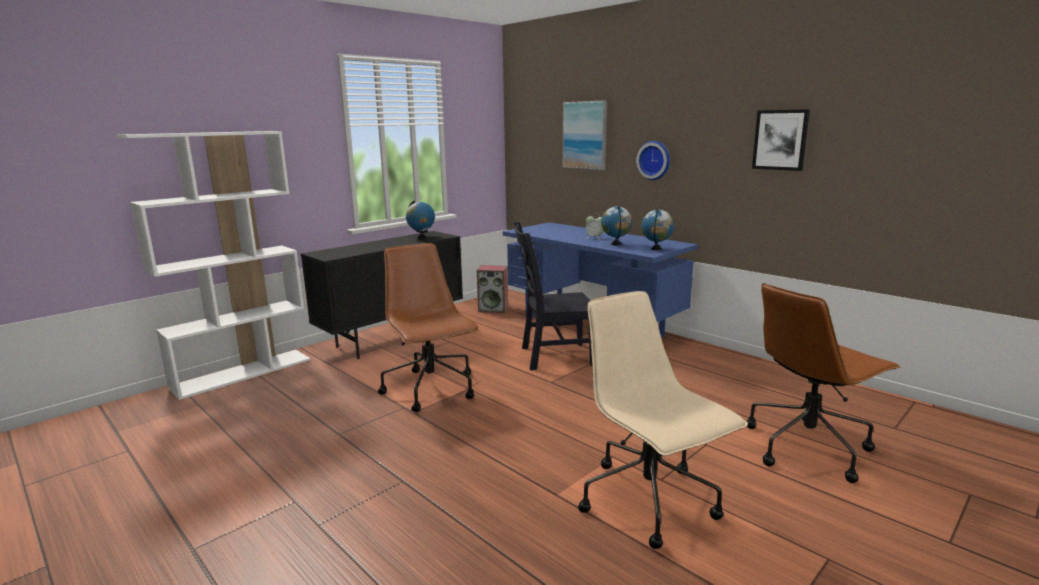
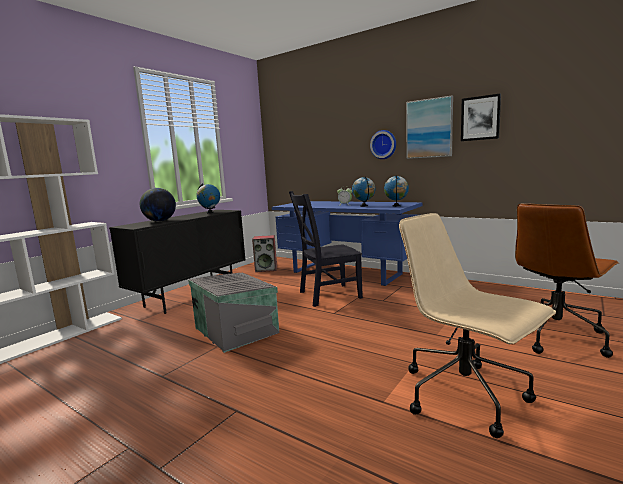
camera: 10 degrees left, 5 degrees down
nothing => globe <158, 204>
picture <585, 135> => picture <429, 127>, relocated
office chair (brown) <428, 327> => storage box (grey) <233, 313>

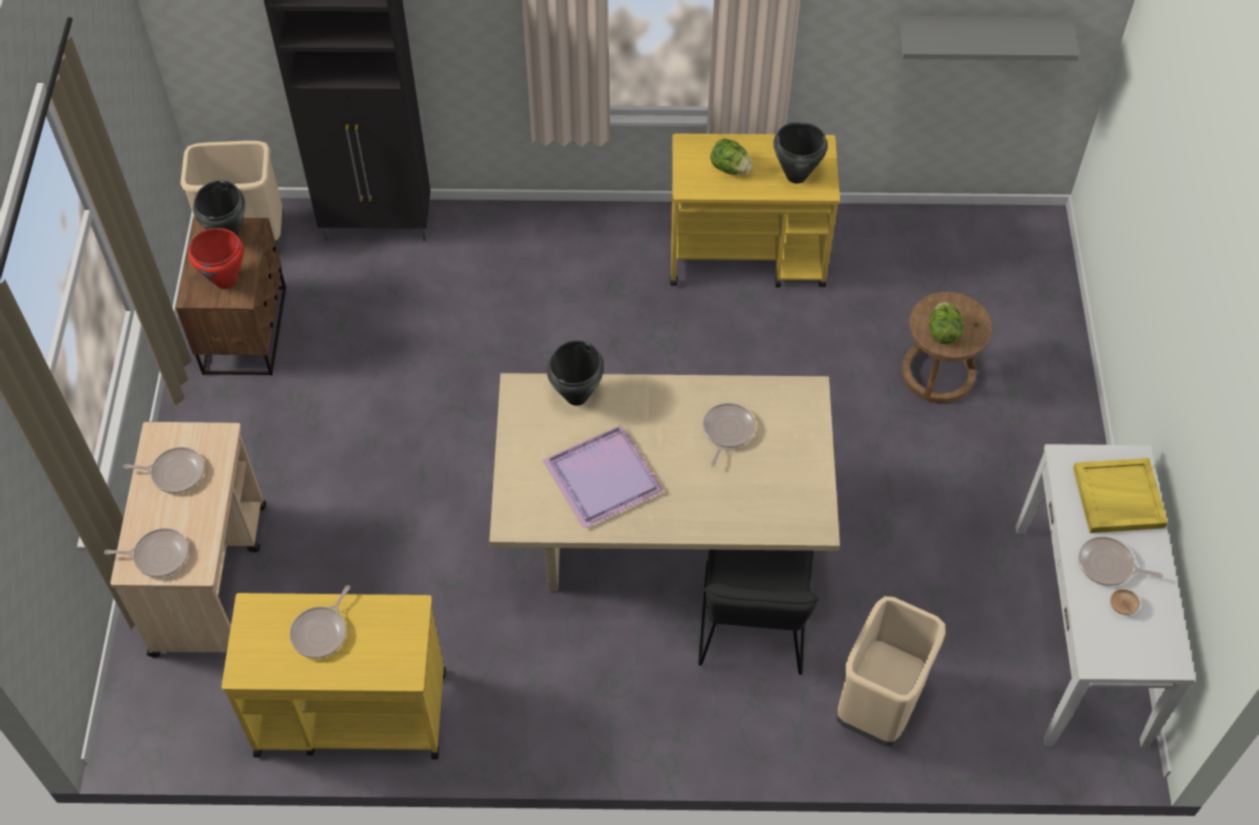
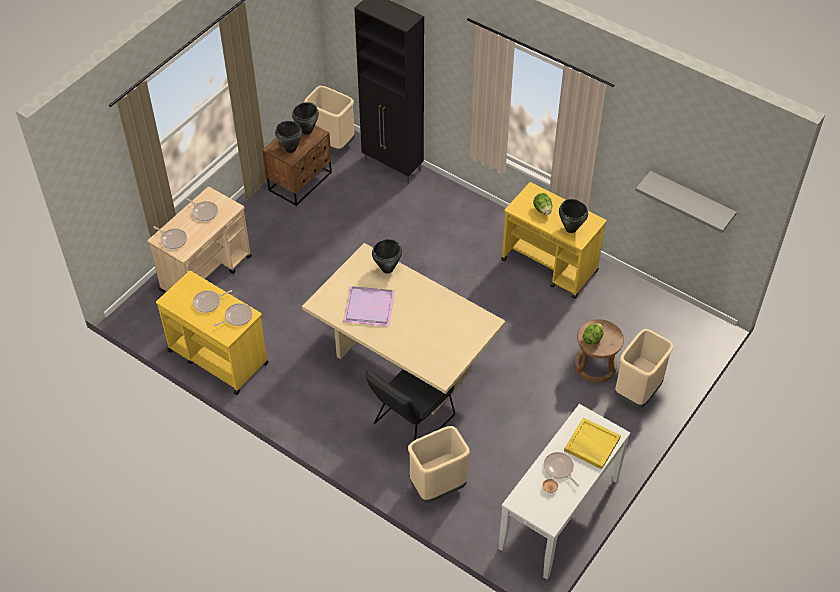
camera: 35 degrees right, 5 degrees down
nothing => trash can (beige) <644, 368>
frying pan <729, 434> => frying pan <233, 315>, relocated
cooking pot (red) <216, 258> => cooking pot (black) <288, 137>

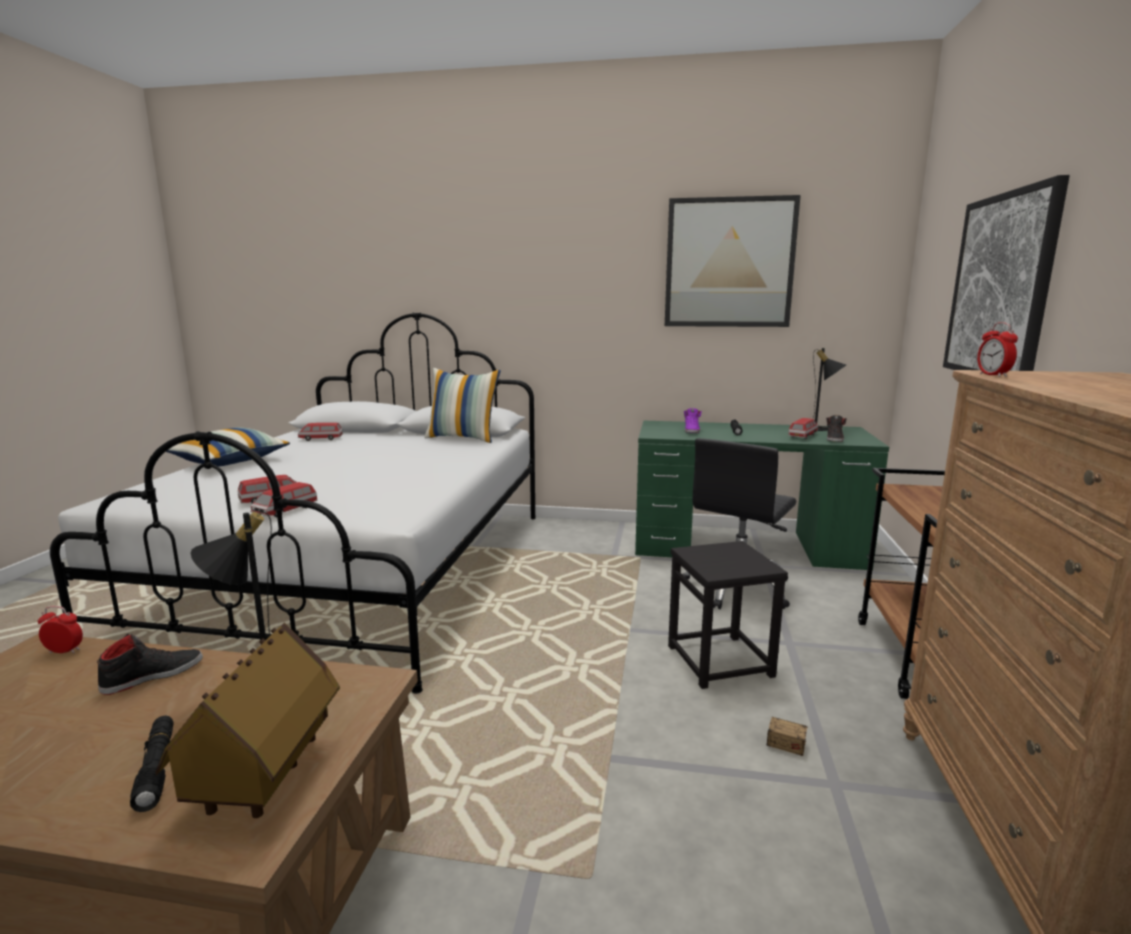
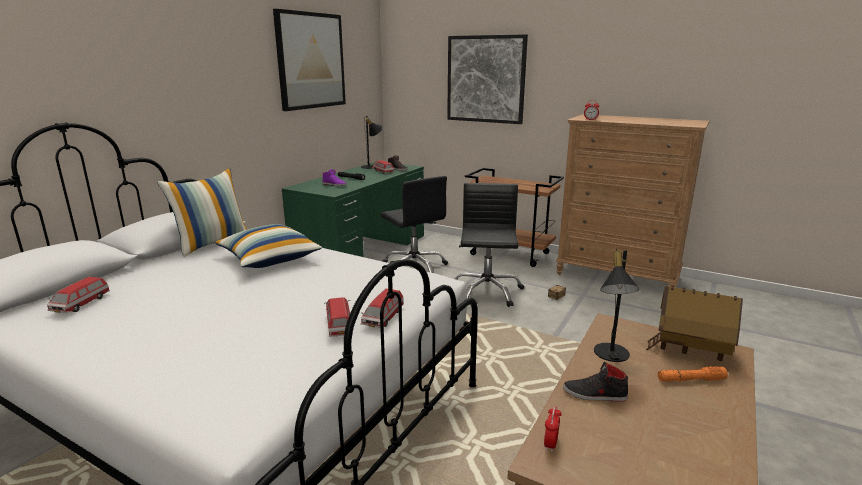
camera: 70 degrees left, 5 degrees up
pillow <228, 447> => pillow <268, 246>, relocated
stool (black) <728, 615> => office chair (black) <489, 245>
flashlight (black) <152, 763> => flashlight (orange) <693, 374>
shoe (black) <150, 664> => shoe (black) <595, 382>, 60 degrees counterclockwise
toy car <284, 499> => toy car <382, 308>, 60 degrees clockwise

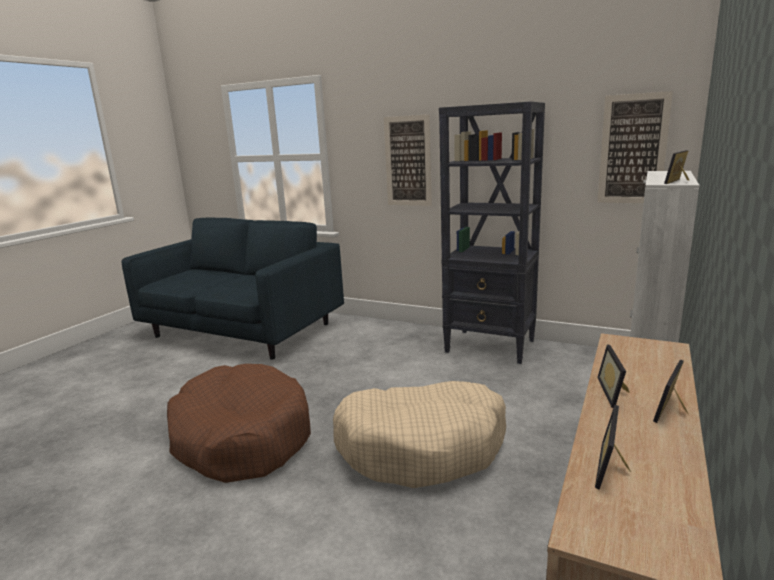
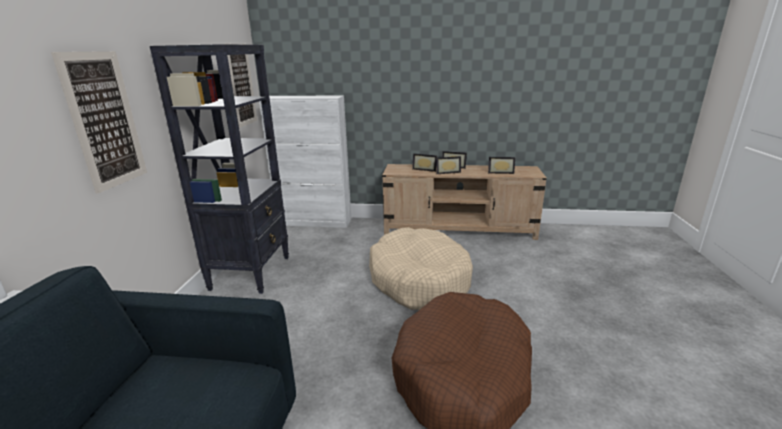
camera: 110 degrees left, 5 degrees up
picture frame <677, 167> => picture frame <424, 163>, relocated

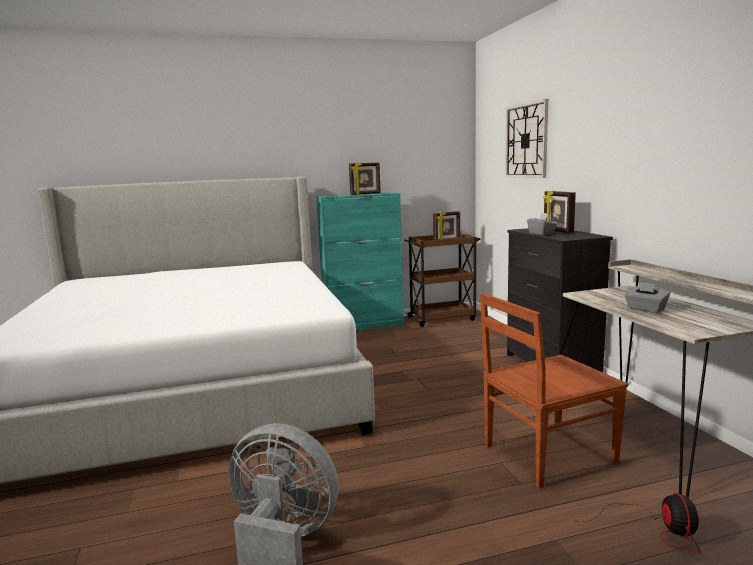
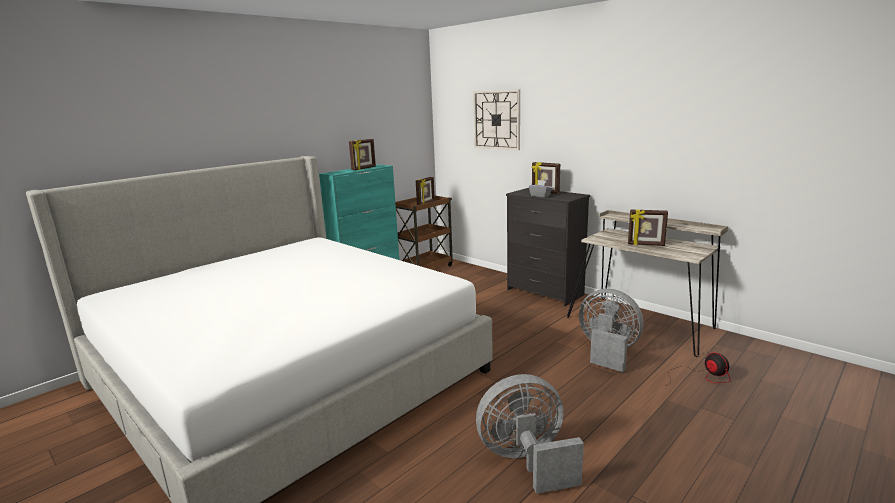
camera: 30 degrees left, 5 degrees up
chair (brown) <554, 390> => fan (grey) <611, 330>
tissue box (grey) <647, 297> => picture frame <648, 227>

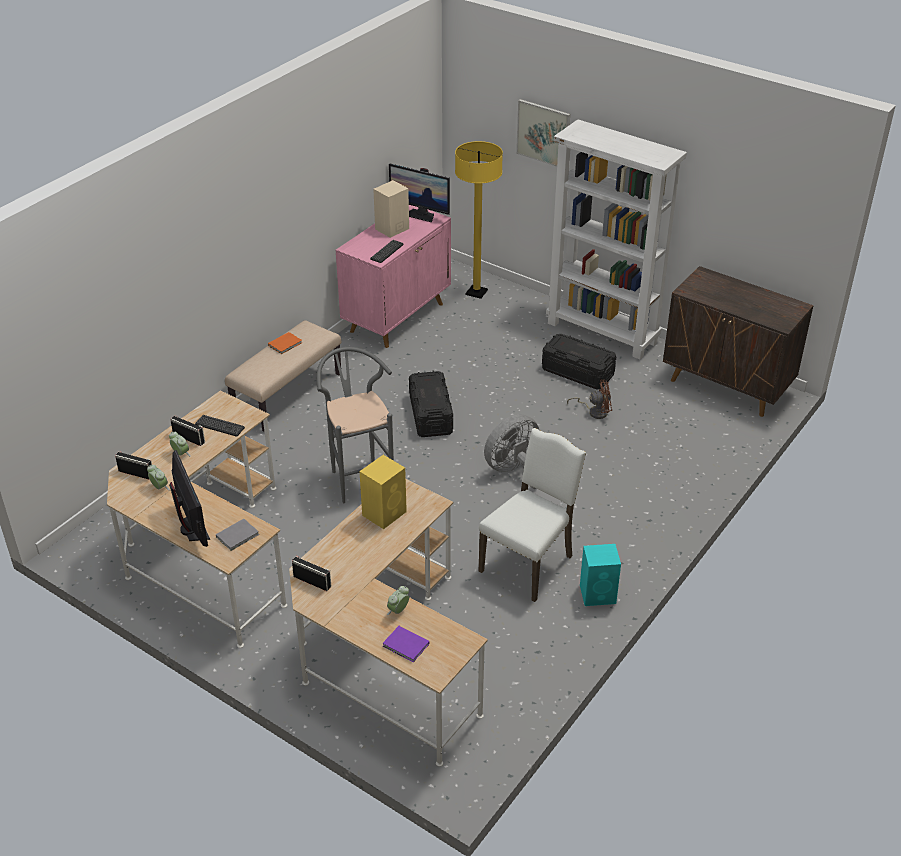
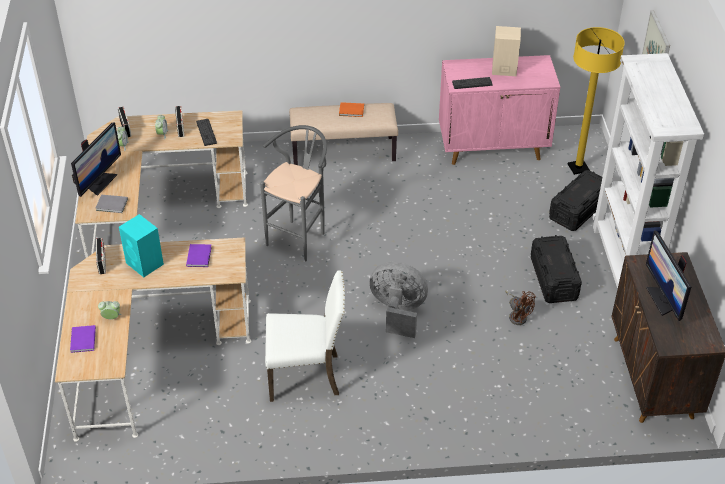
camera: 50 degrees right, 5 degrees up
monitor <419, 193> => monitor <668, 275>, relocated
storage box (black) <431, 404> => storage box (black) <575, 200>, relocated
speaker (turquoise) <600, 575> => speaker (turquoise) <141, 245>, relocated
speaker (yellow) <383, 492> => book (purple) <199, 255>

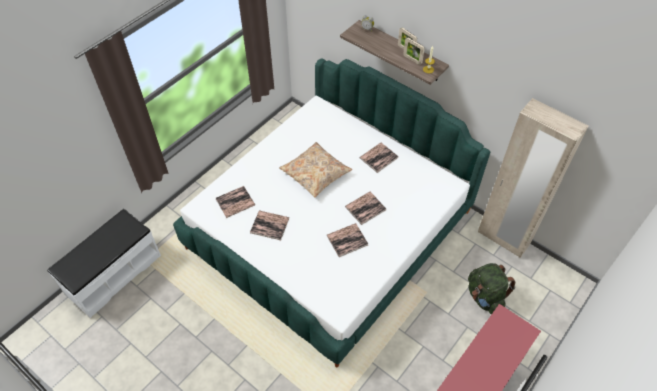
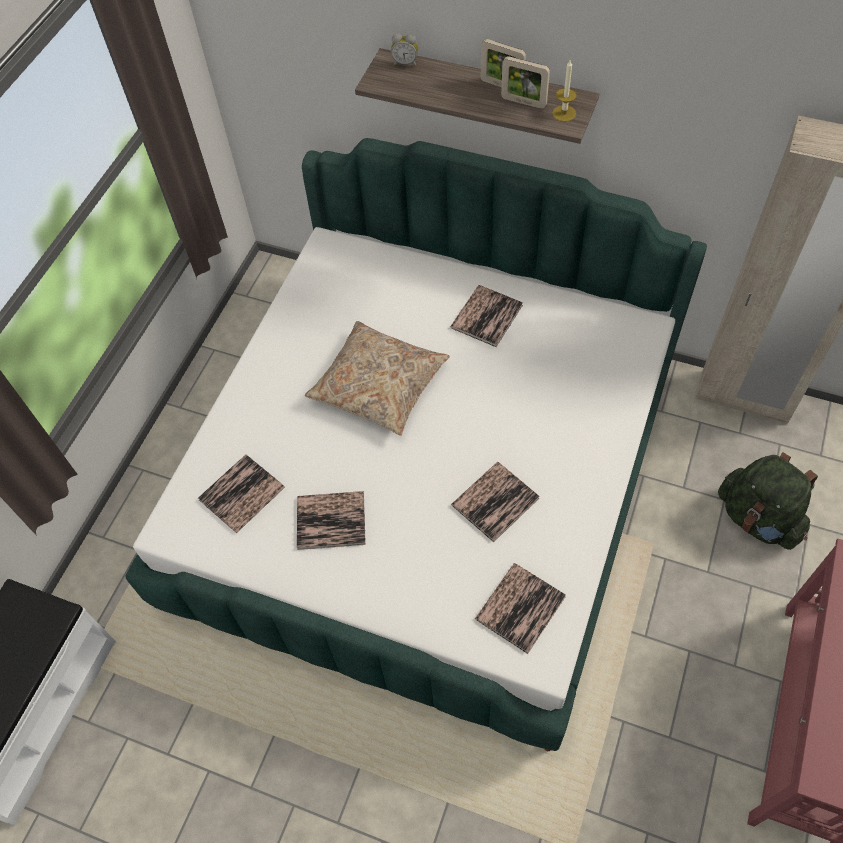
camera: 15 degrees left, 5 degrees up
book <365, 208> => book <520, 608>, relocated

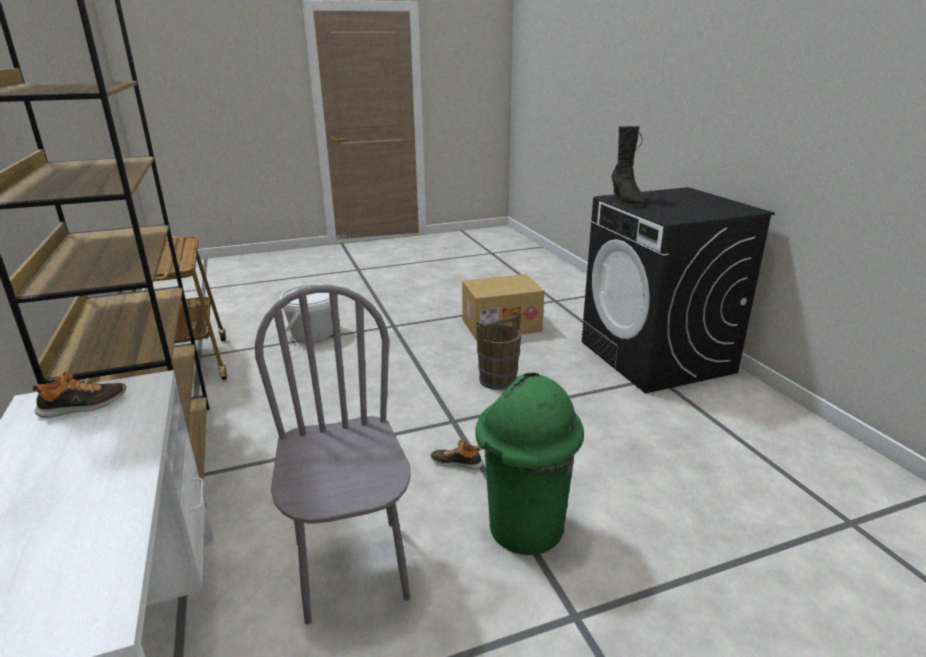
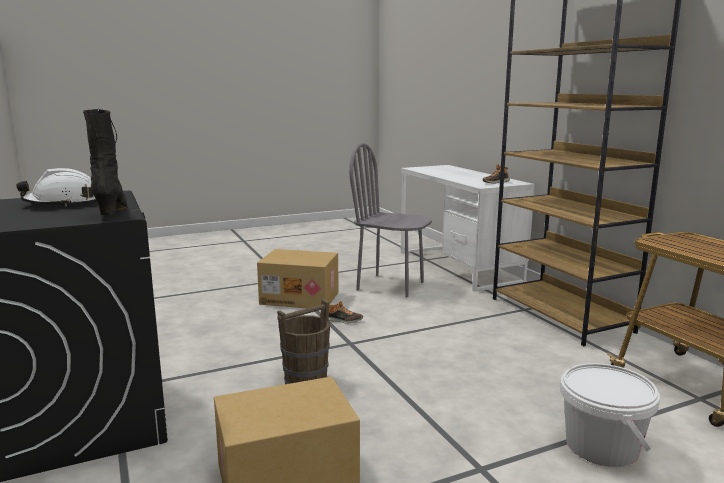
camera: 175 degrees right, 10 degrees down
nothing => hard hat (white) <57, 187>
trash can (green) <529, 464> => cardboard box <298, 278>
chair (grey) <333, 455> => chair (grey) <390, 220>, 135 degrees clockwise

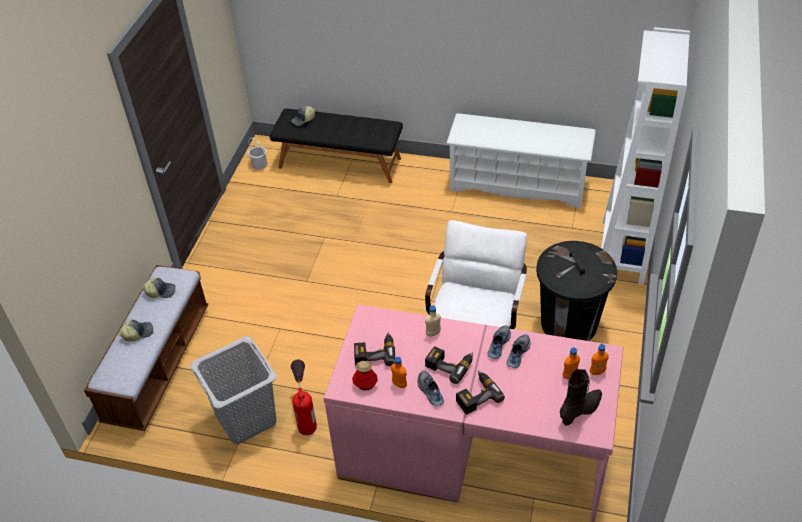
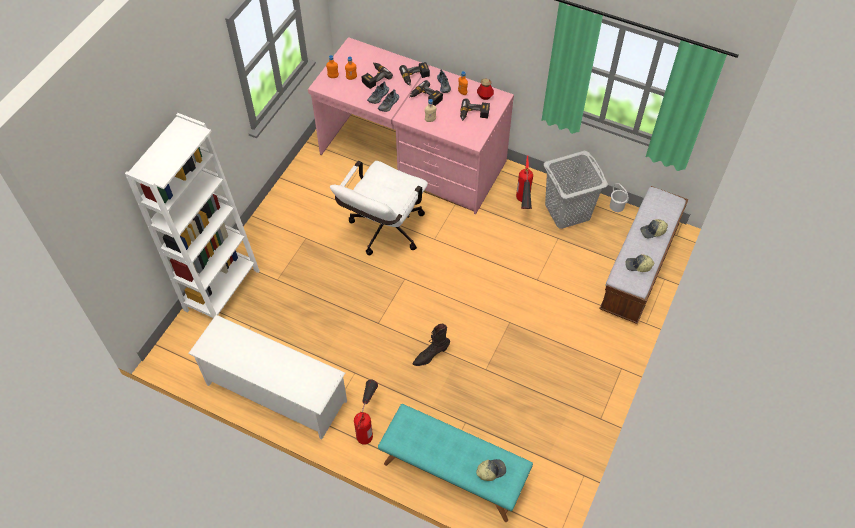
camera: 170 degrees left, 10 degrees up
trash can (black) <576, 291> => nothing
nothing => fire extinguisher <366, 412>
nothing => power drill <377, 75>
bucket (white) <257, 154> => bucket (white) <619, 197>, relocated
boot (black) <581, 397> => boot (black) <431, 345>, relocated
bench (black) <336, 145> => bench (turquoise) <455, 463>

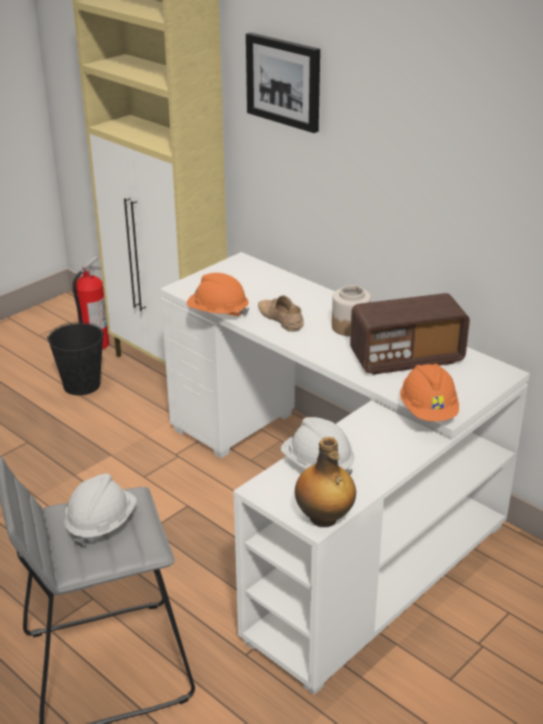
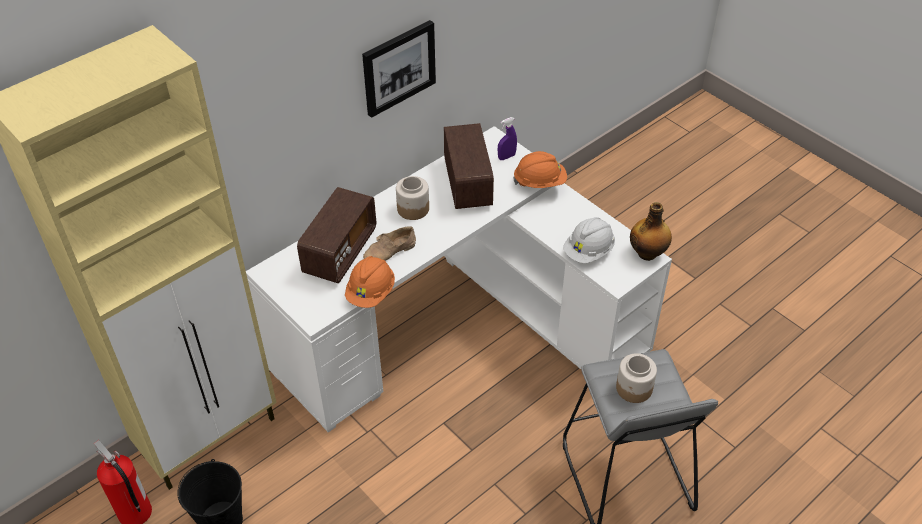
camera: 85 degrees left, 15 degrees up
nothing => radio <336, 235>
nothing => spray bottle (purple) <507, 138>
picture <283, 82> => picture <399, 69>, relocated
hard hat (white) <100, 510> => jar <636, 378>

